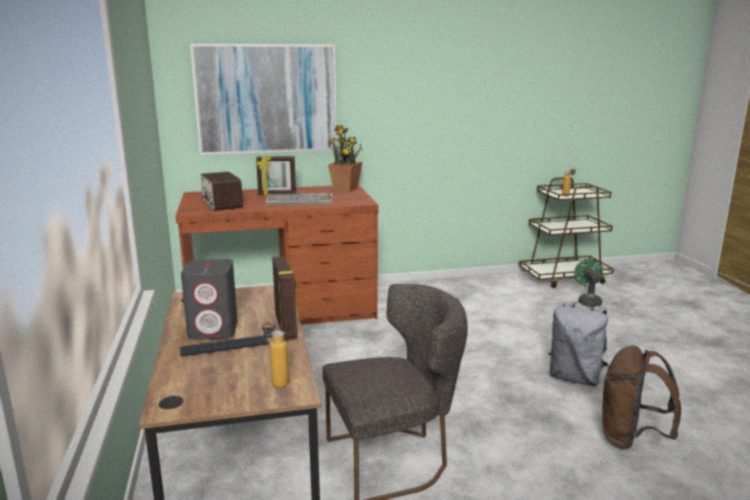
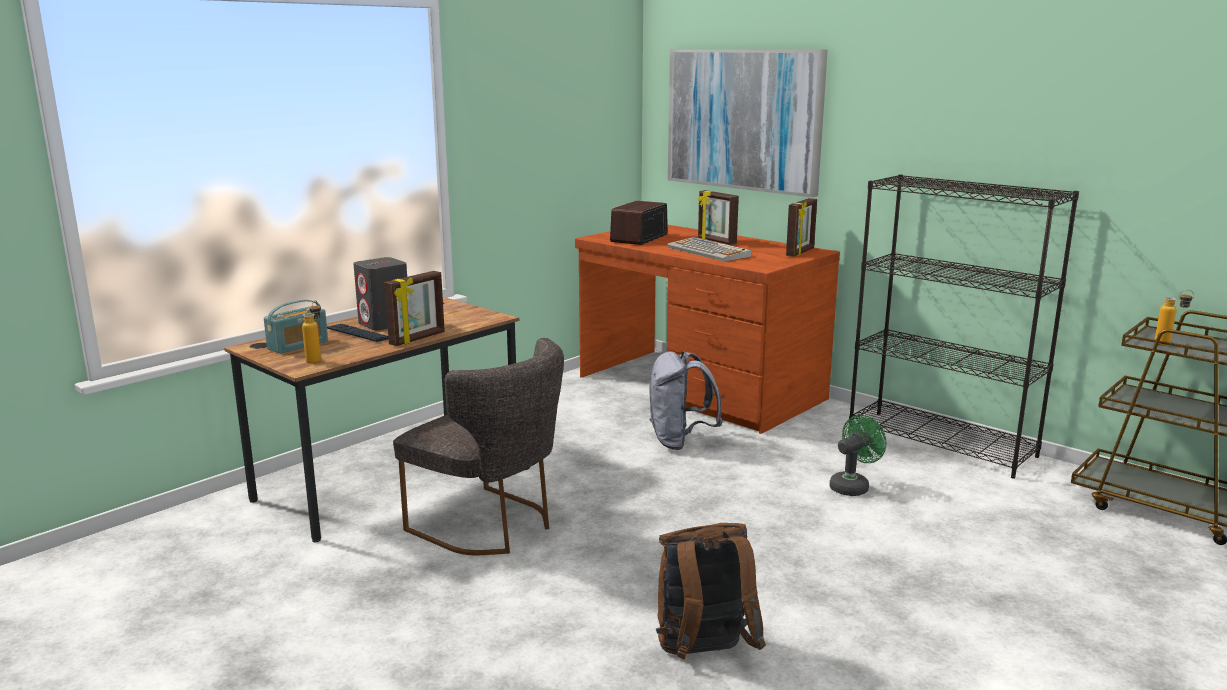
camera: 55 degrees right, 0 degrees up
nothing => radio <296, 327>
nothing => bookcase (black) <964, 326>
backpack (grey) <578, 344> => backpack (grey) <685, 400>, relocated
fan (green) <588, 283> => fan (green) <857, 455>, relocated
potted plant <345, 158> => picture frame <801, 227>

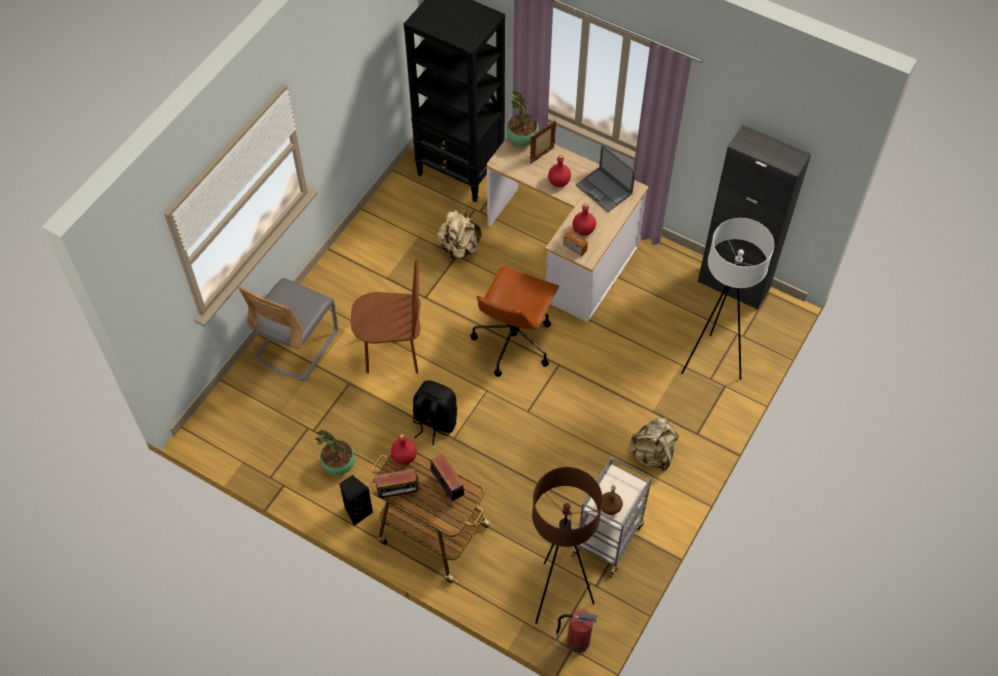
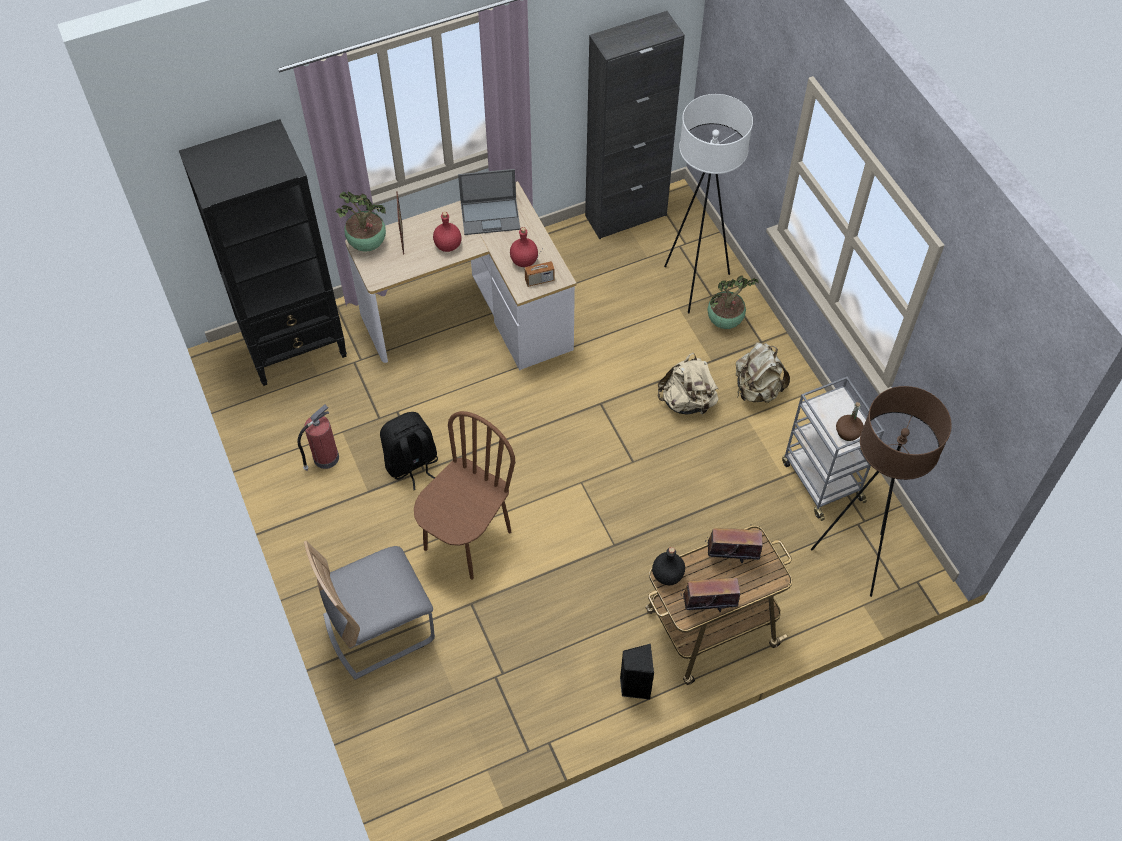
camera: 55 degrees left, 0 degrees up
office chair (brown) <515, 321> => nothing
potted plant <335, 452> => potted plant <733, 302>, relocated
backpack (black) <435, 412> => backpack (black) <409, 451>, relocated
backpack (beige) <459, 235> => backpack (beige) <688, 384>, relocated
fire extinguisher <576, 631> => fire extinguisher <318, 437>, relocated
bottle (red) <404, 449> => bottle (black) <668, 566>
chair (grey) <288, 329> => chair (grey) <369, 610>, 90 degrees clockwise
radio <398, 483> => radio <710, 592>, 120 degrees counterclockwise

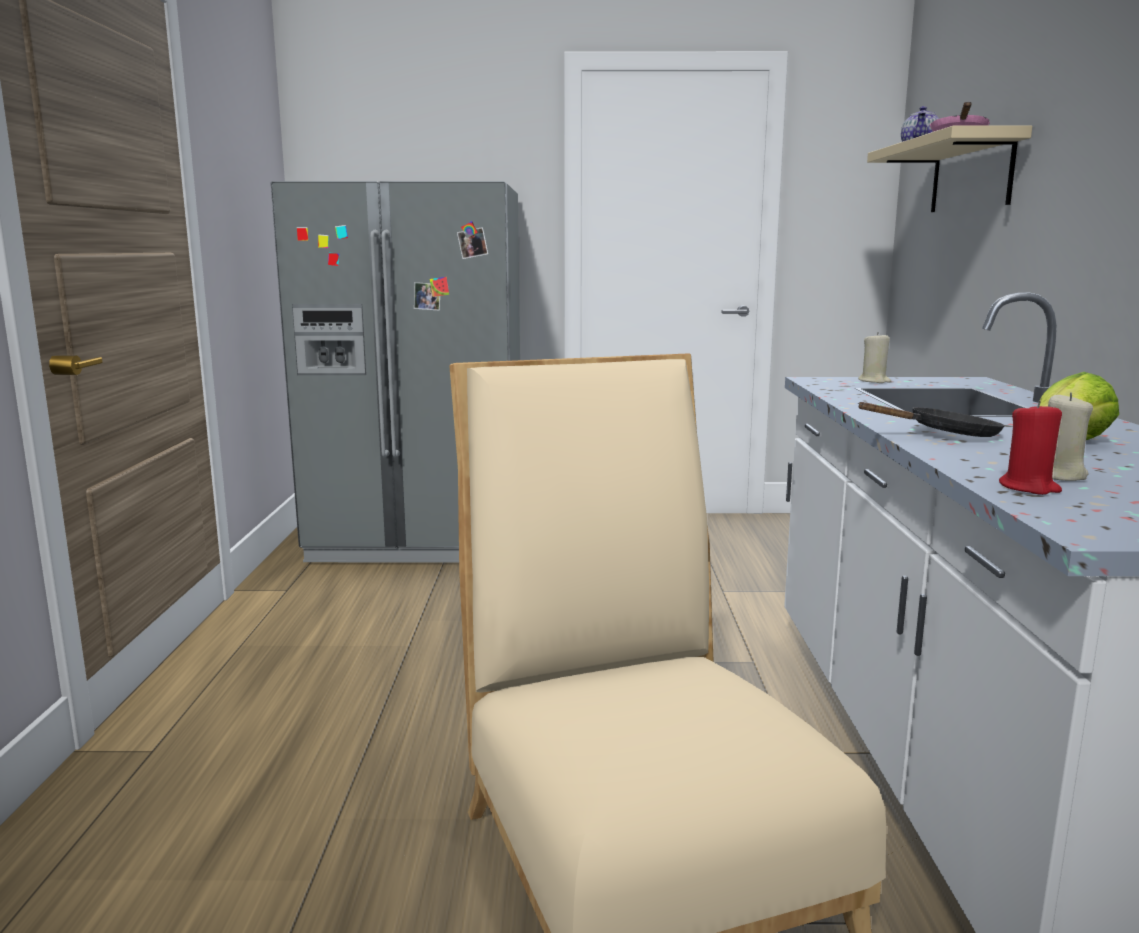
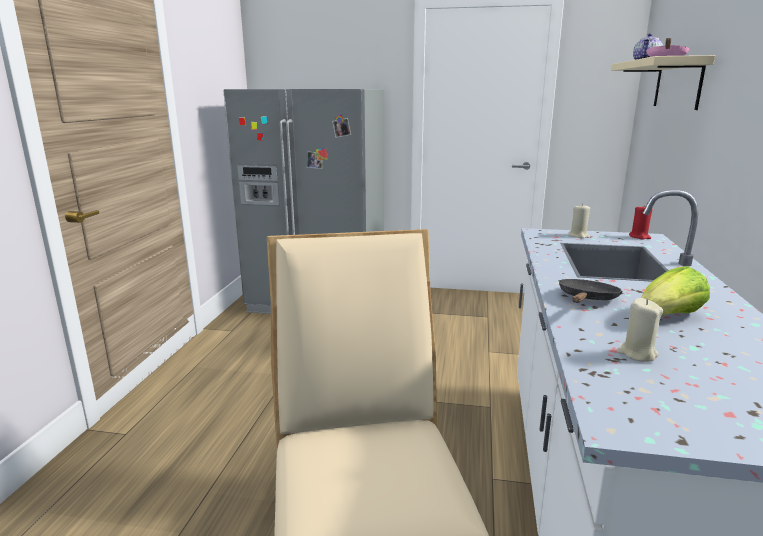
camera: 10 degrees right, 5 degrees up
candle (red) <1030, 448> => candle (red) <641, 221>, relocated
frying pan (black) <931, 419> => frying pan (black) <590, 291>, 60 degrees counterclockwise

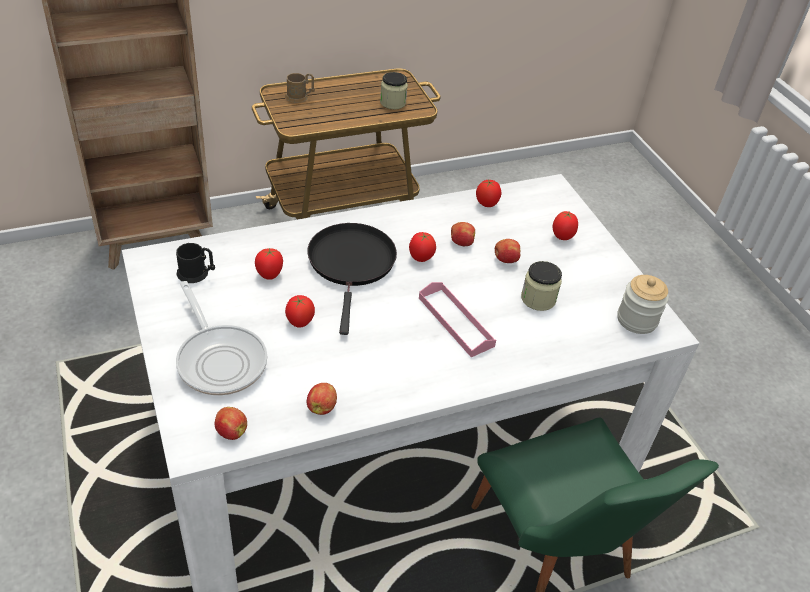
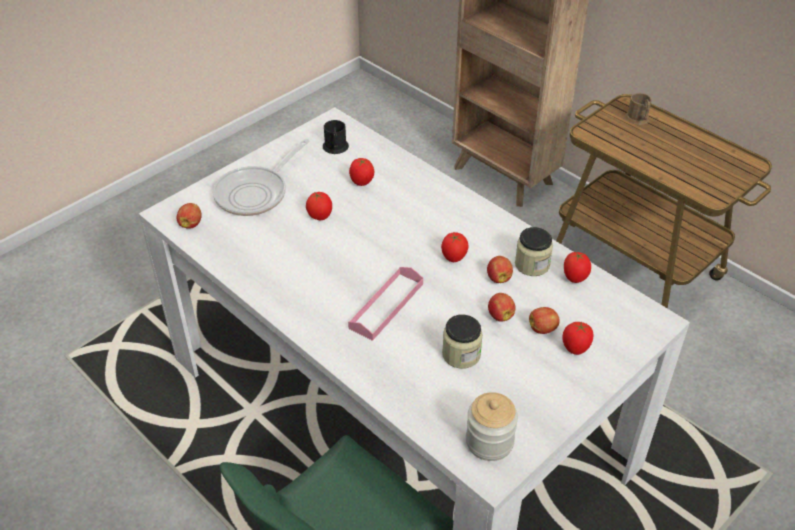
camera: 70 degrees right, 0 degrees up
frying pan (black) <352, 279> => nothing
apple <322, 399> => apple <544, 320>, relocated
jar <394, 91> => jar <534, 251>, relocated

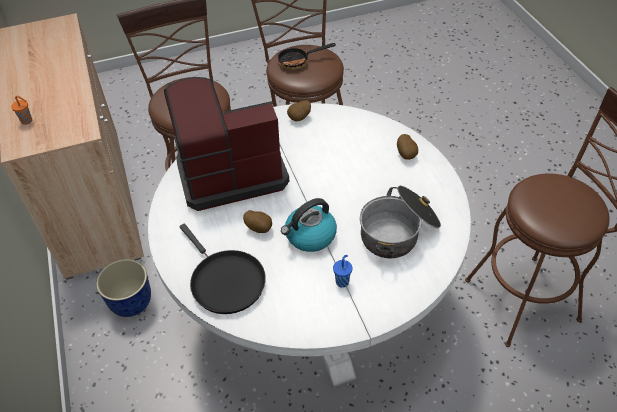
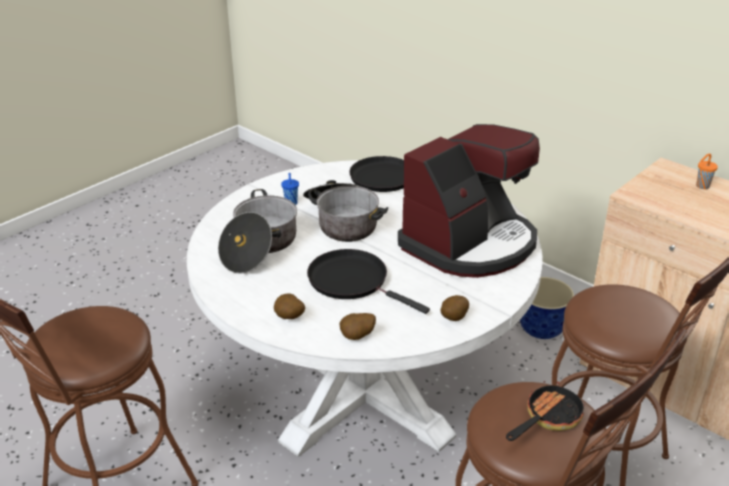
camera: 150 degrees right, 15 degrees down
nothing => frying pan (black) <368, 281>
potato <257, 221> => potato <358, 326>, relocated
kettle <309, 225> => cooking pot <345, 211>

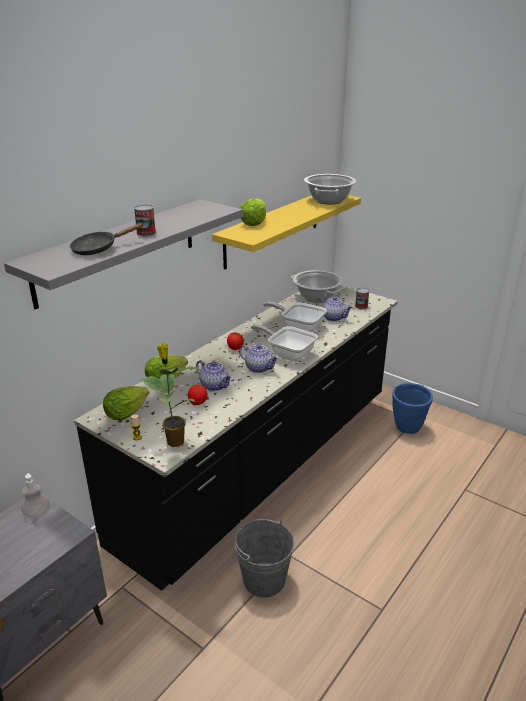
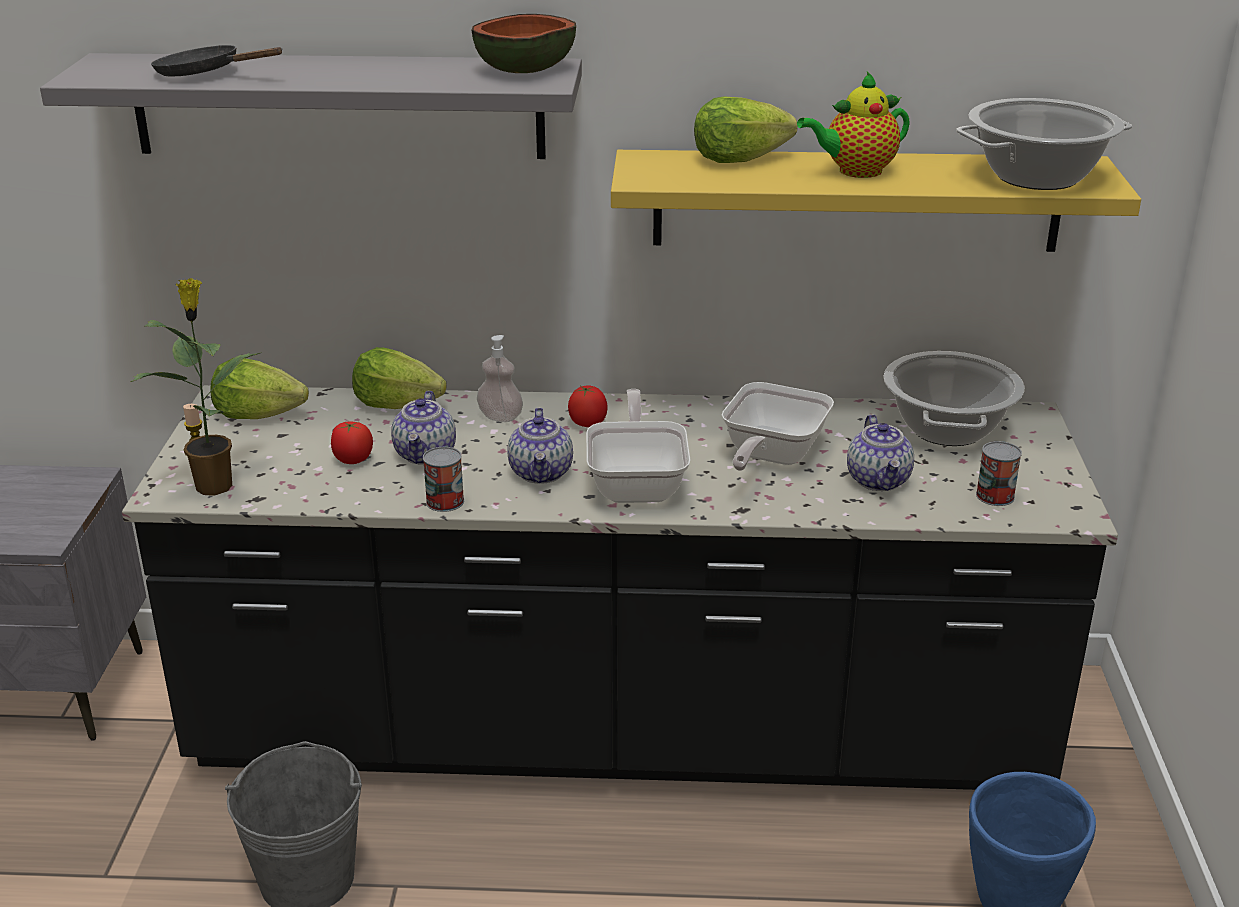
camera: 55 degrees right, 0 degrees up
nothing => bowl <524, 43>
nothing => teapot <853, 125>
soap dispenser <35, 495> => soap dispenser <500, 378>, relocated
can <145, 220> => can <443, 479>, relocated
frying pan <295, 317> => frying pan <778, 426>, 150 degrees counterclockwise

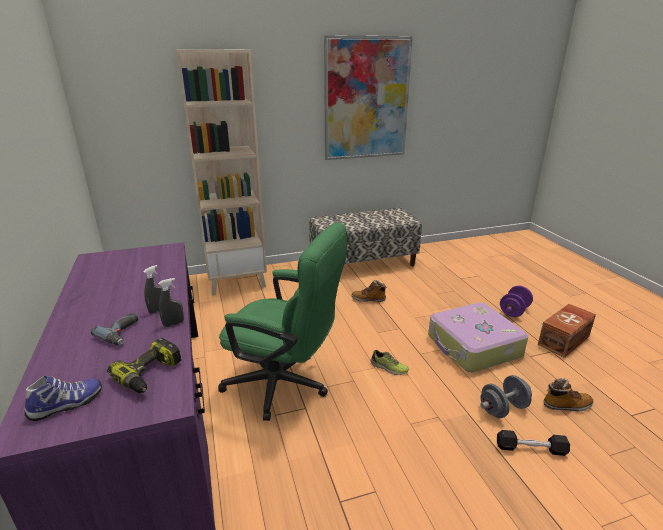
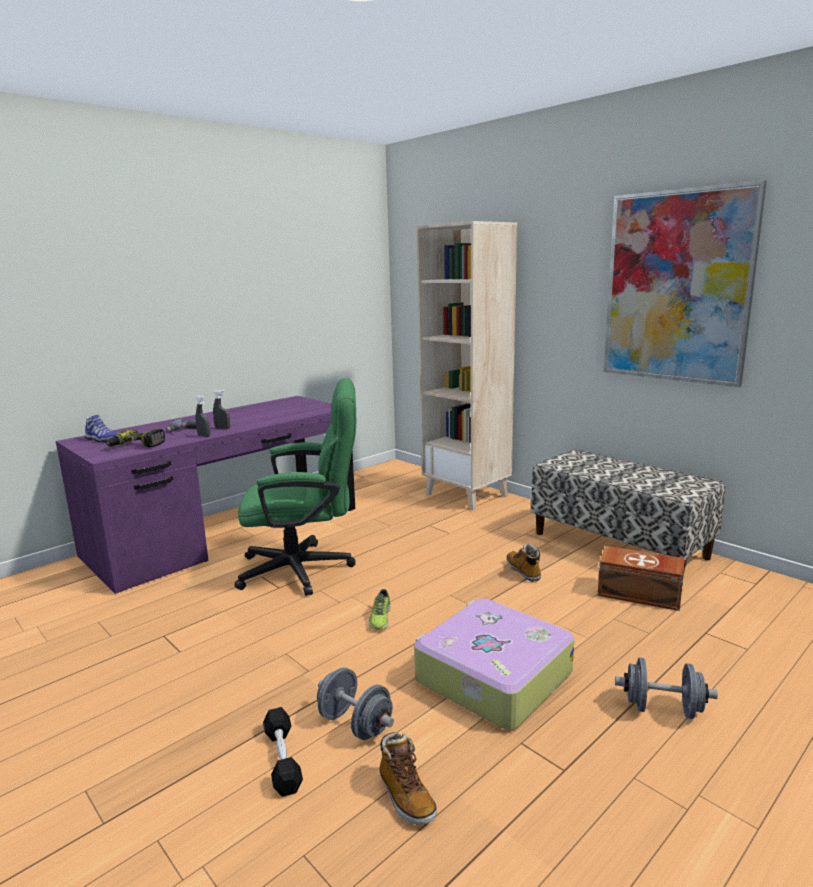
camera: 65 degrees right, 10 degrees down
storage box (brown) <567, 331> => storage box (brown) <641, 578>, relocated
dumbbell (purple) <516, 301> => dumbbell (grey) <666, 688>
office chair (green) <282, 322> => office chair (green) <295, 487>, 90 degrees counterclockwise

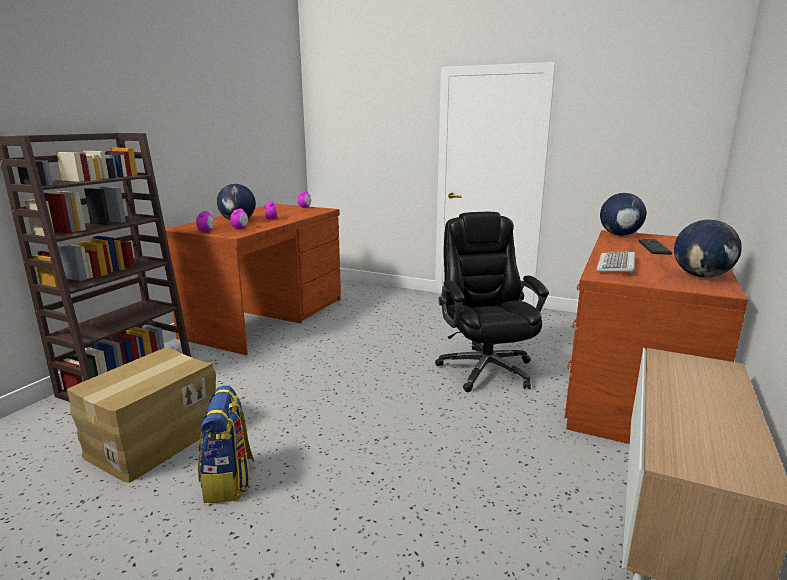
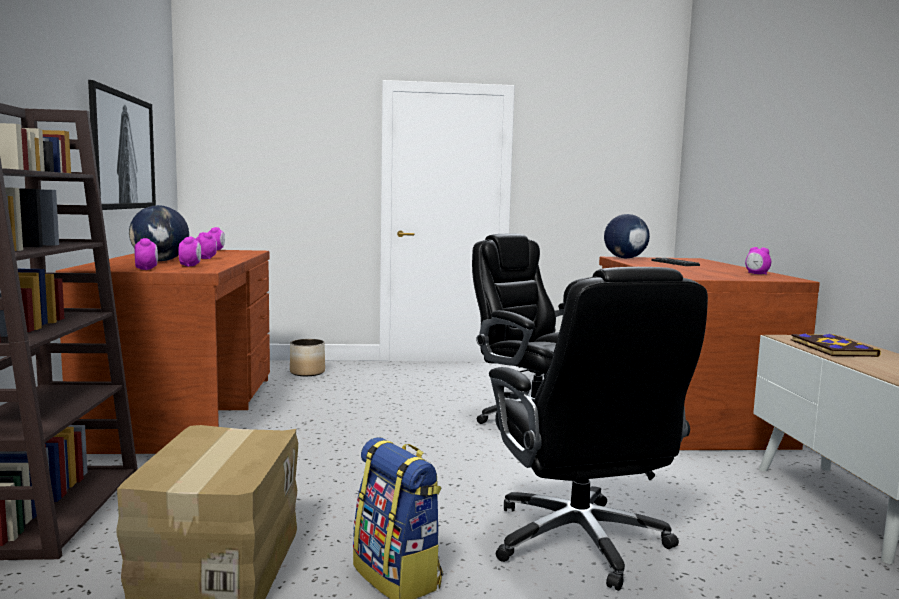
camera: 30 degrees left, 10 degrees down
keyboard <615, 263> => nothing
nothing => picture <122, 145>
nothing => planter <307, 357>
nothing => office chair (black) <598, 429>
nothing => book <836, 345>
globe <707, 248> => alarm clock <758, 260>

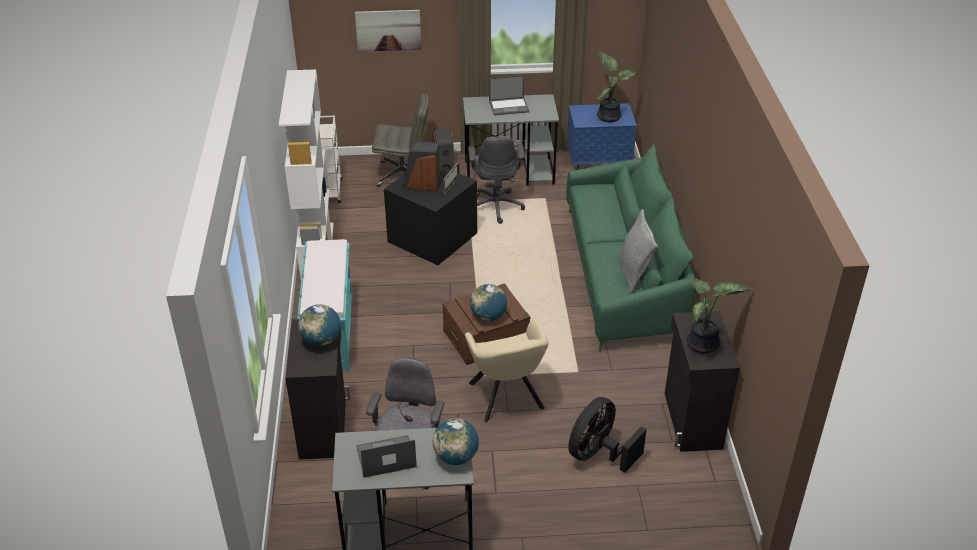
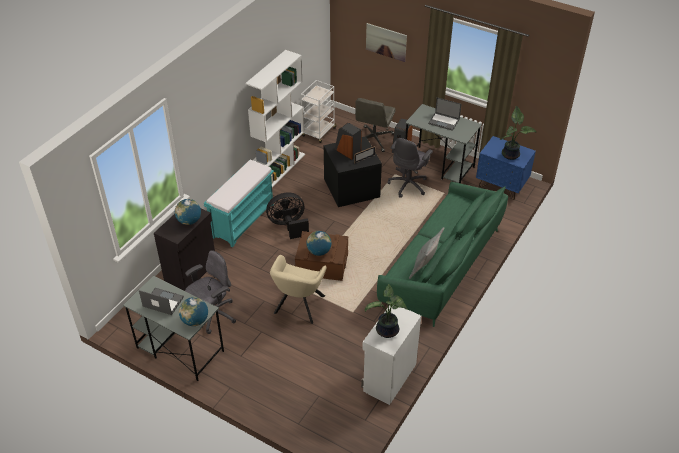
camera: 35 degrees right, 5 degrees up
fan (black) <607, 435> => fan (black) <287, 215>, relocated
cabinet (black) <702, 381> => cabinet (white) <391, 355>
office chair (grey) <400, 140> => office chair (grey) <375, 125>, 75 degrees clockwise

